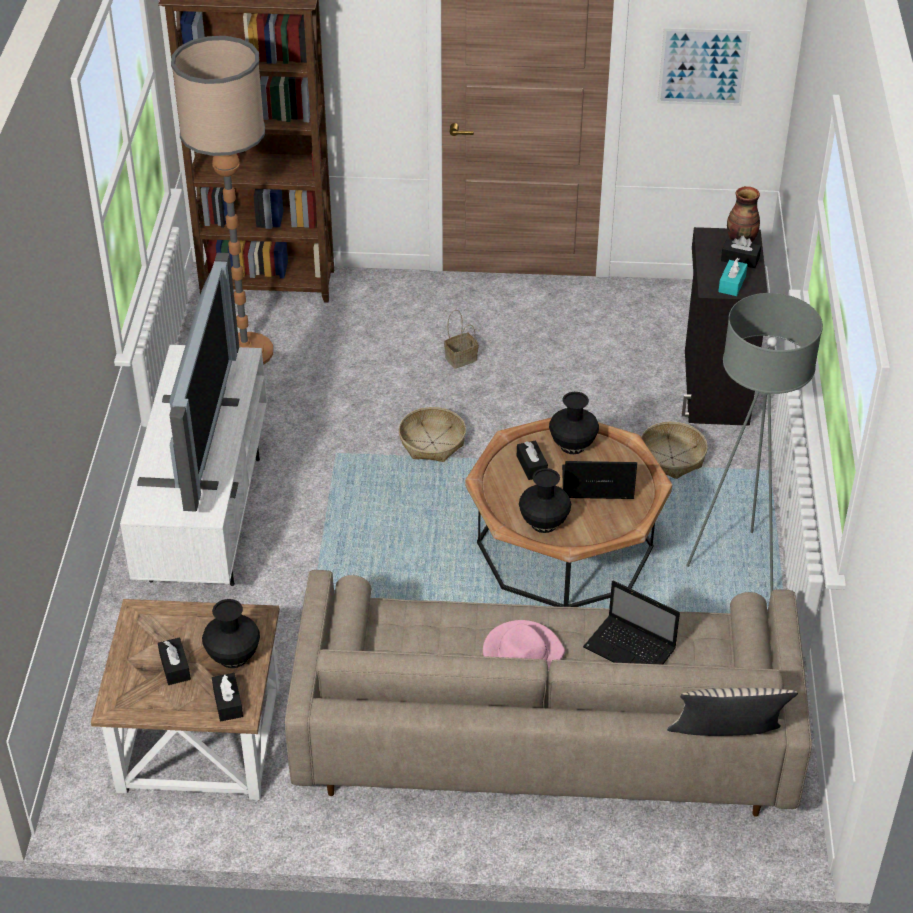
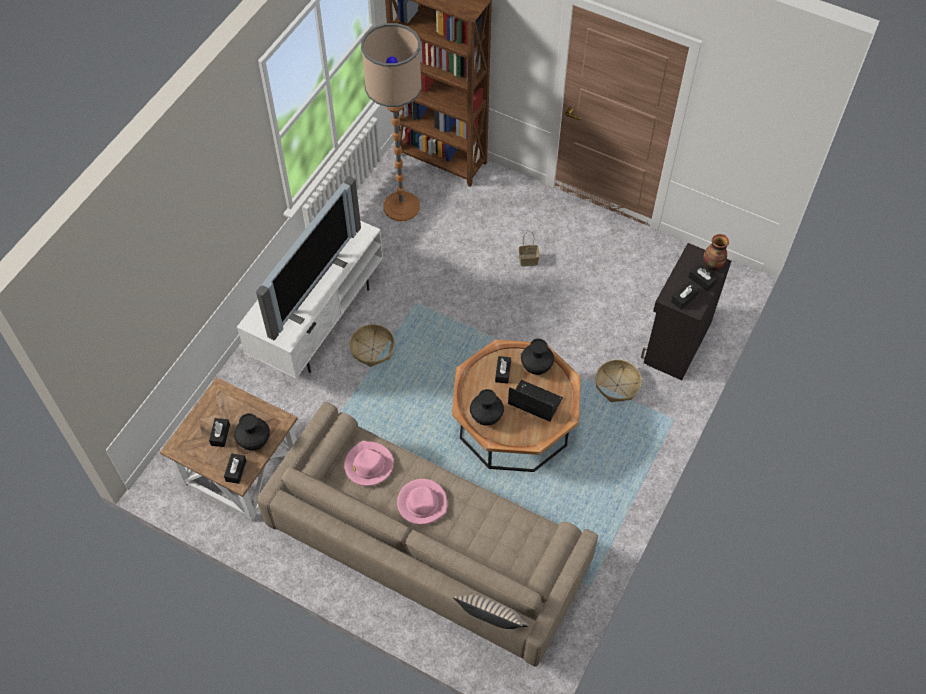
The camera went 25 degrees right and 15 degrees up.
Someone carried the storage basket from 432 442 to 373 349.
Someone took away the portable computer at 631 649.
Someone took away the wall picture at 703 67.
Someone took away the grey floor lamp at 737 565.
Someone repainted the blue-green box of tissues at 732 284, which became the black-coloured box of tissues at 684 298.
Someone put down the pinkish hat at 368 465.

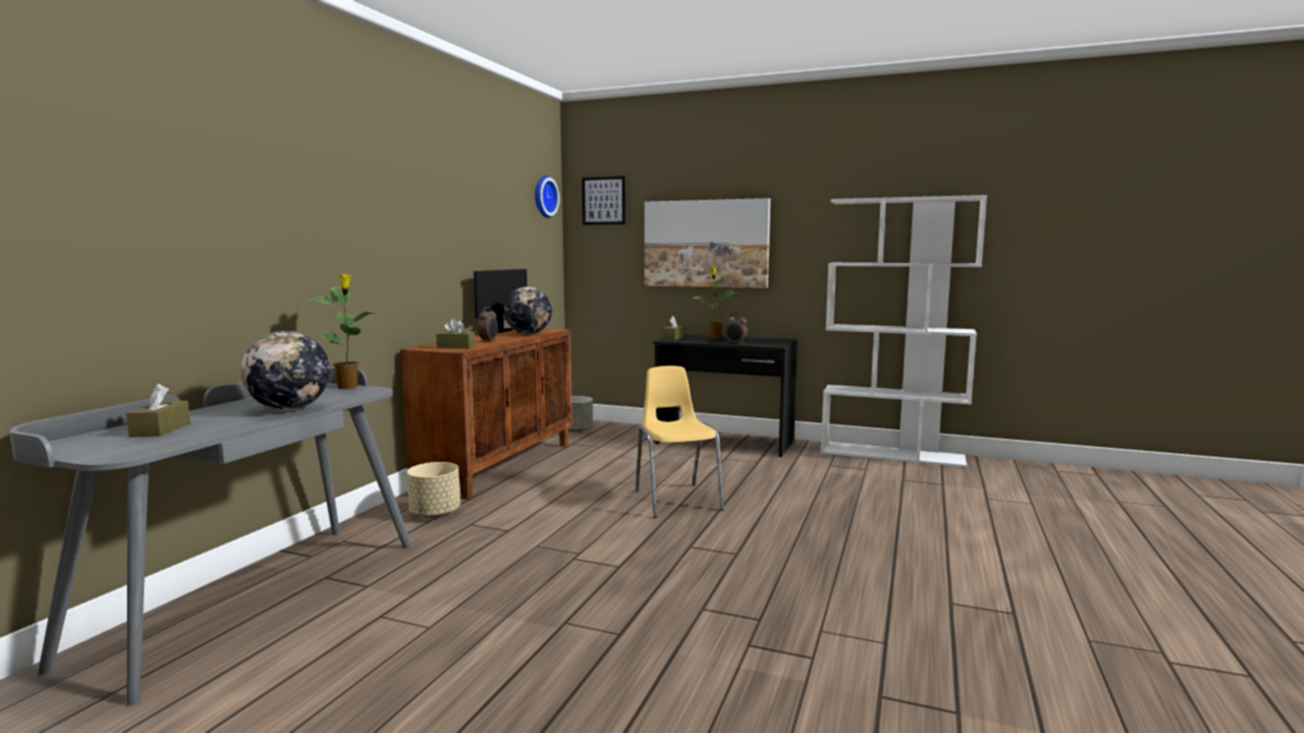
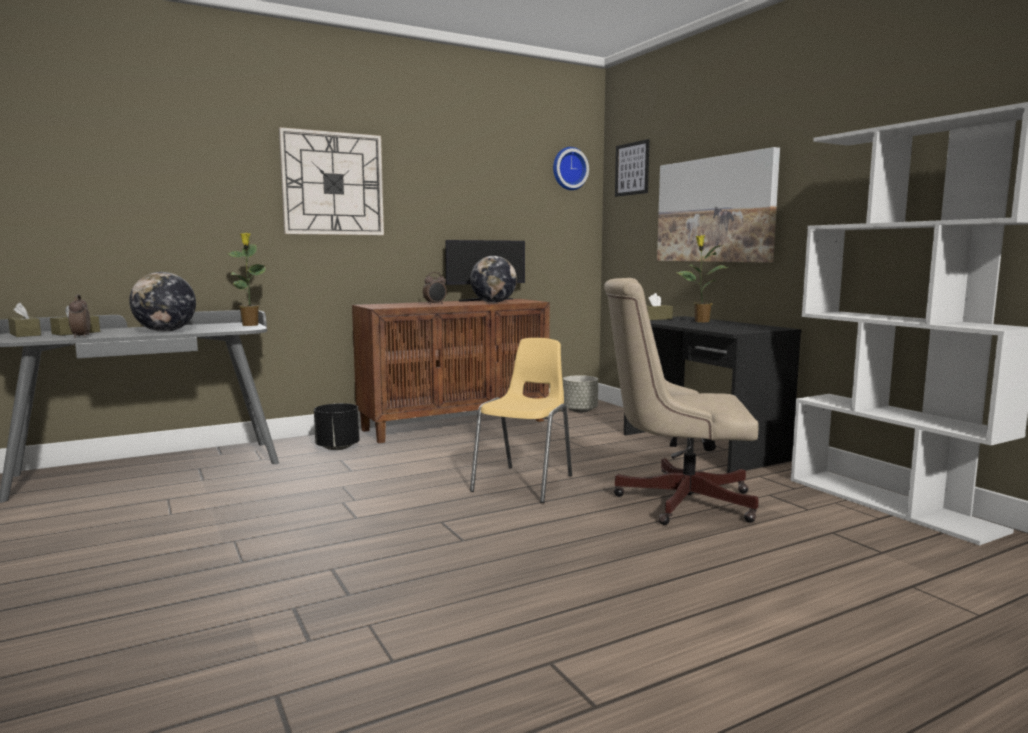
The camera went 40 degrees right and 0 degrees up.
Someone repainted the sand-coloured plant pot at 434 514, which became the black-coloured plant pot at 337 447.
Someone carried the brown box of tissues from 456 347 to 25 334.
Someone carried the table clock from 735 343 to 80 337.
Someone put up the clock on the wall at 333 184.
Someone put down the sand-coloured desk chair at 676 500.

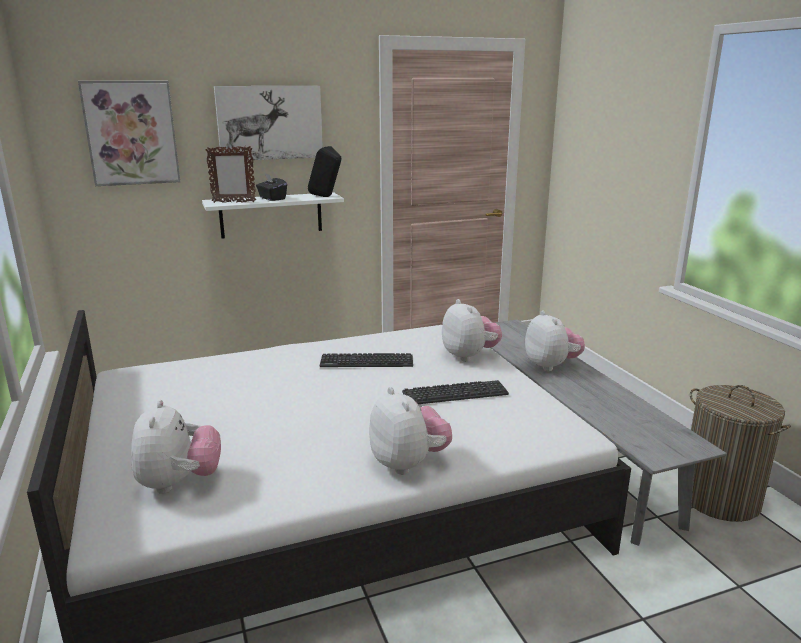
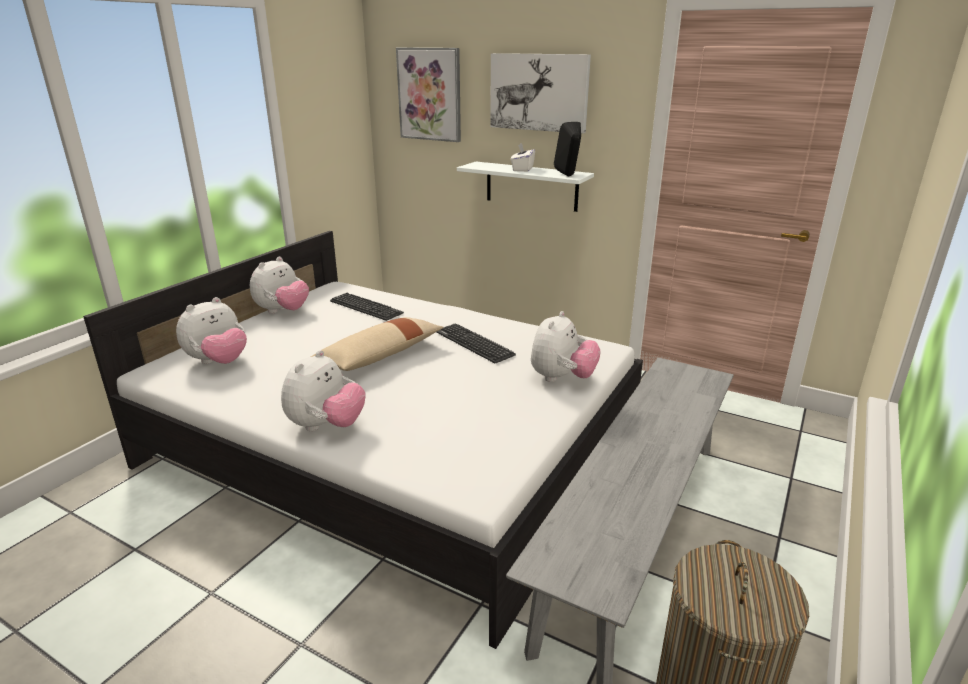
The camera went 50 degrees right and 5 degrees up.
Someone took away the photo frame at 233 202.
Someone repainted the black-coloured box of tissues at 272 198, which became the white-coloured box of tissues at 522 169.
Someone carried the keyboard from 455 393 to 366 307.
Someone carried the soft toy from 551 366 to 282 311.
Someone put down the sand-coloured throw pillow at 379 356.

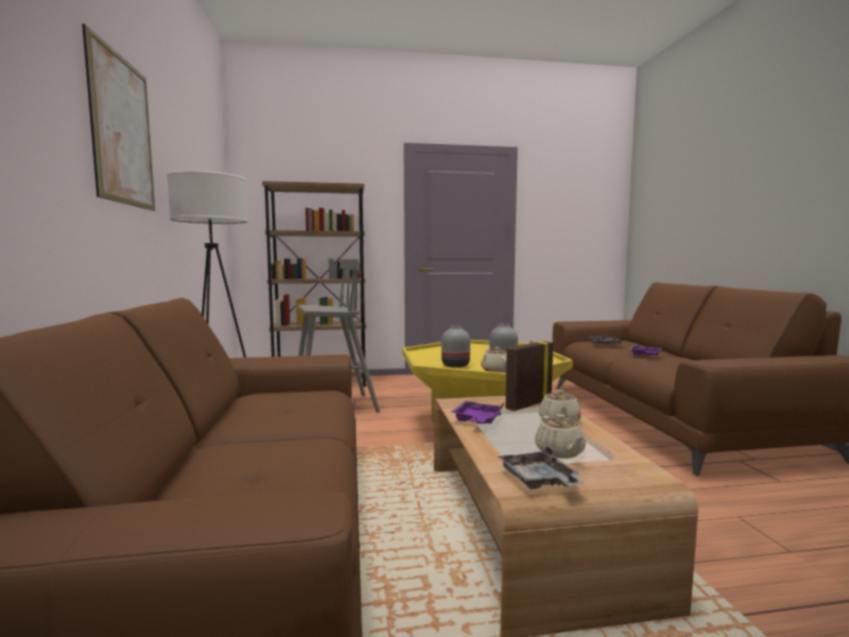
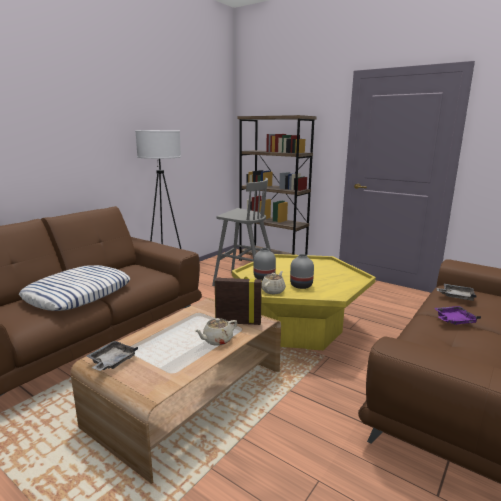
The camera went 45 degrees right and 10 degrees up.
Someone took away the wall picture at 122 130.
Someone took away the purplish serving tray at 477 420.
Someone took away the sand-coloured teapot at 560 452.
Someone put down the throw pillow at 78 294.

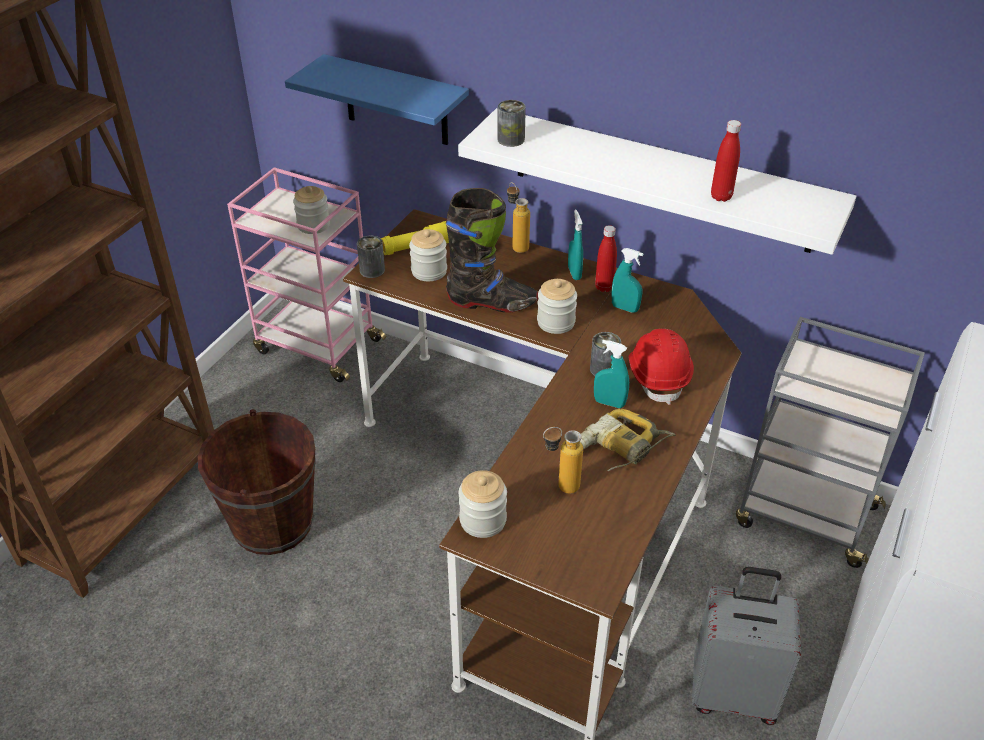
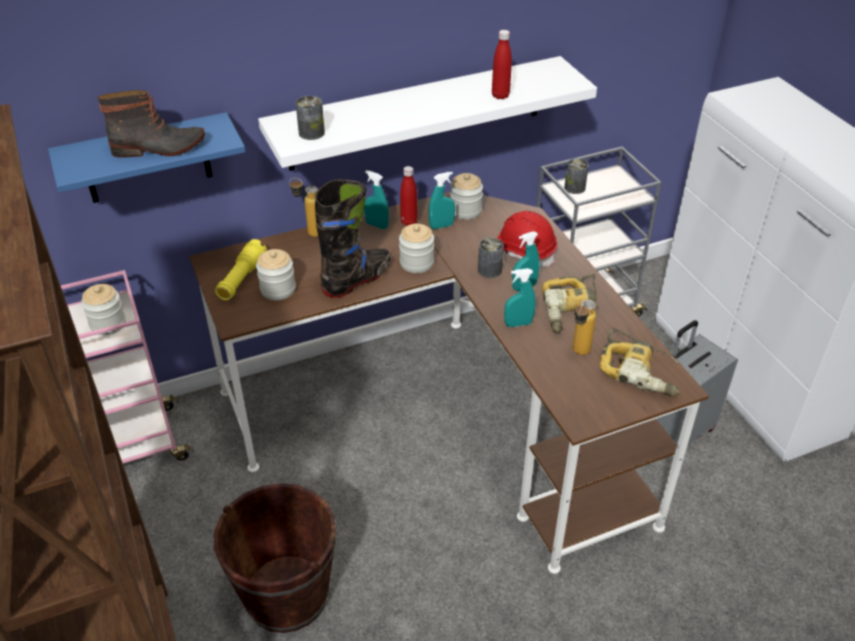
The camera went 50 degrees left and 0 degrees up.
Someone carried the sealed can from 372 270 to 574 188.
Someone carried the jar from 483 520 to 465 211.
Someone put down the boot at 159 148.
Someone put down the blue-green spray bottle at 518 324.
Someone put down the electric drill at 640 371.

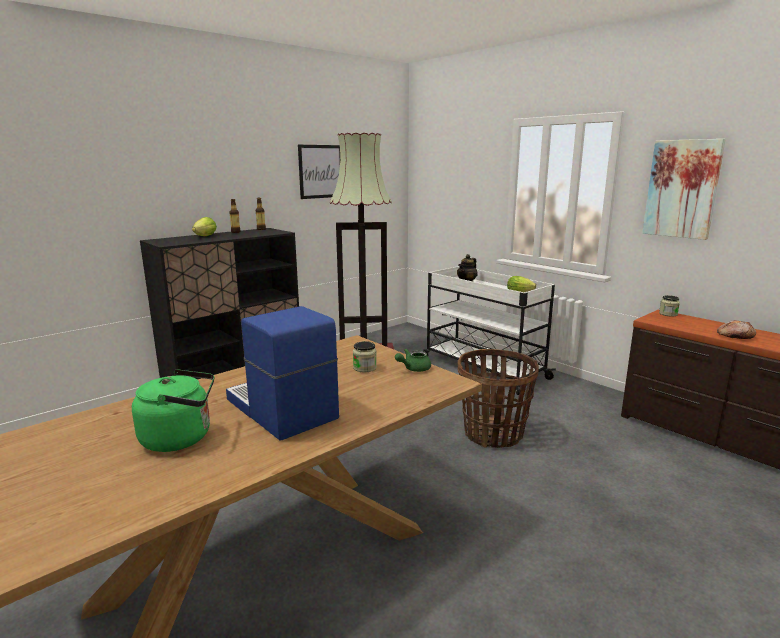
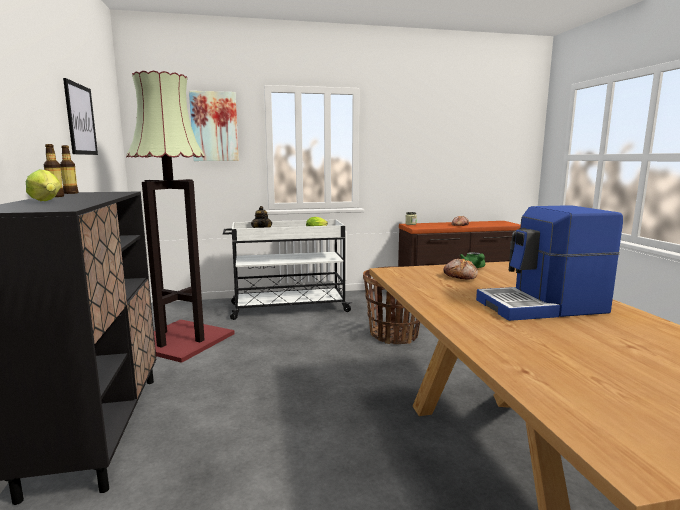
The camera went 60 degrees left and 5 degrees down.
Someone took away the green kettle at 181 438.
Someone swapped the jar at 364 368 for the bakery bread at 460 276.
Someone carried the wall picture from 682 189 to 214 127.

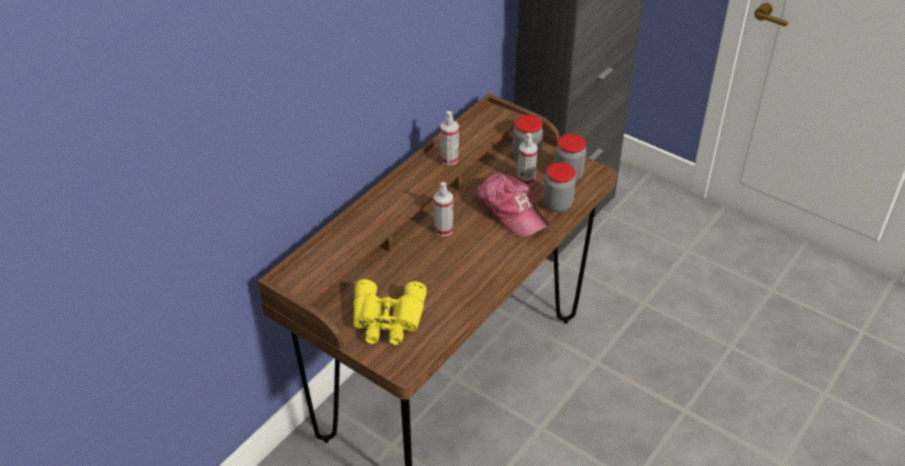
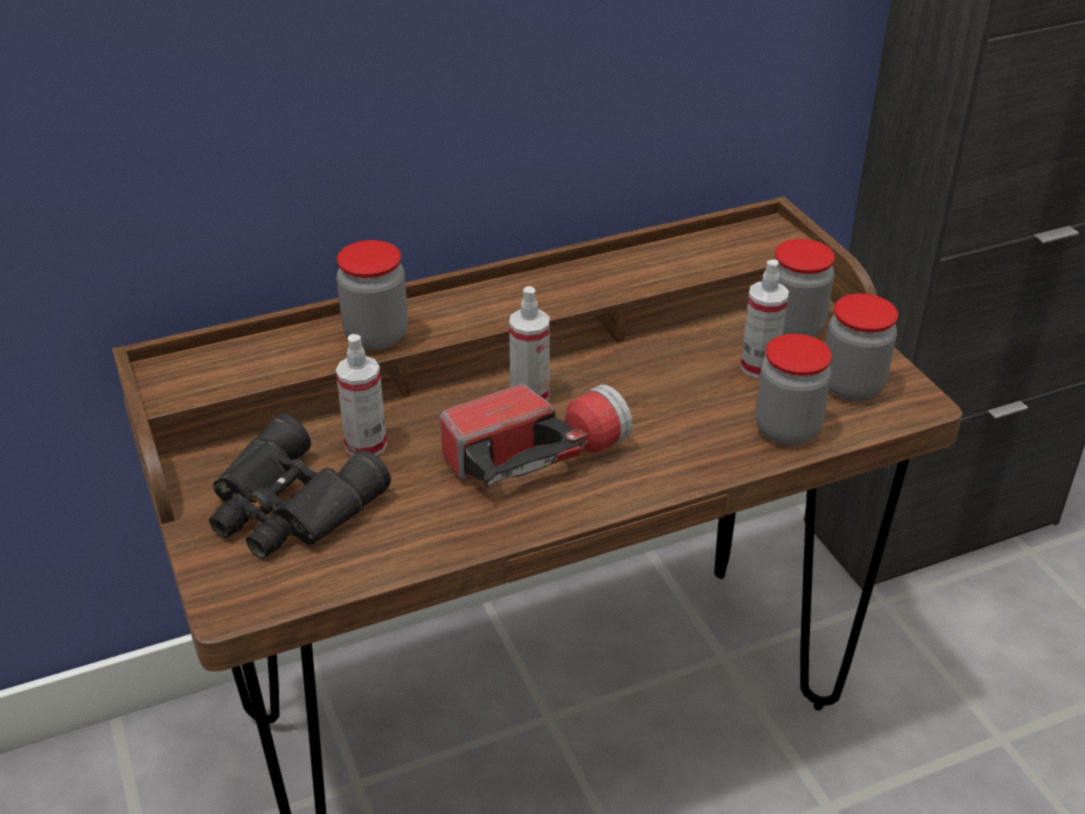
The camera went 30 degrees right and 5 degrees down.
Someone repainted the yellowish pair of binoculars at 388 320, which became the black-coloured pair of binoculars at 289 508.
Someone carried the spray bottle from 449 159 to 366 445.
Someone took away the peaked cap at 511 211.
Someone put down the jar at 376 336.
Someone put down the torch at 535 455.

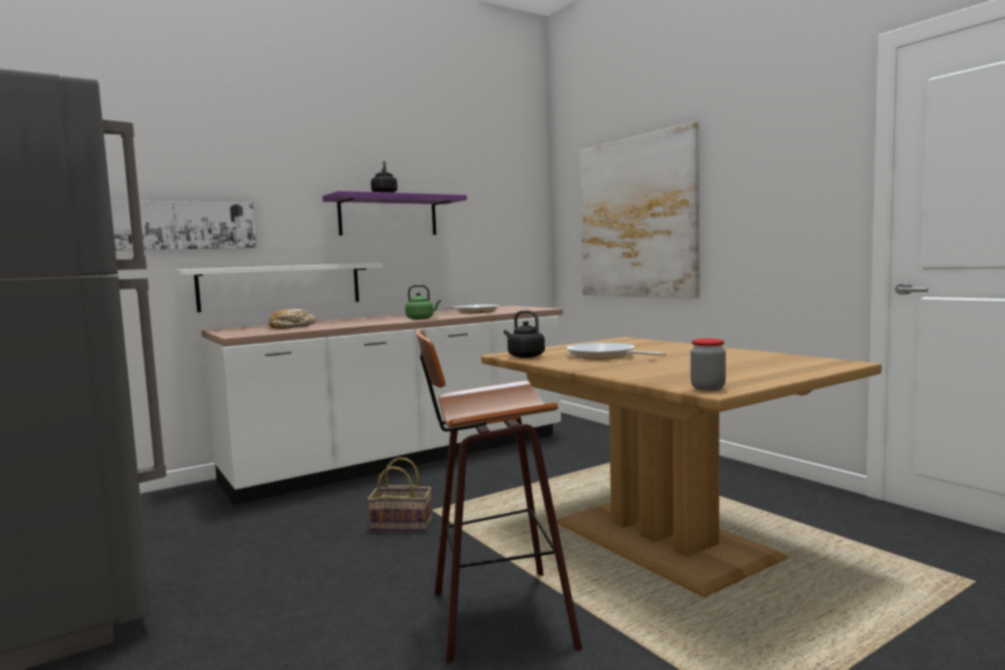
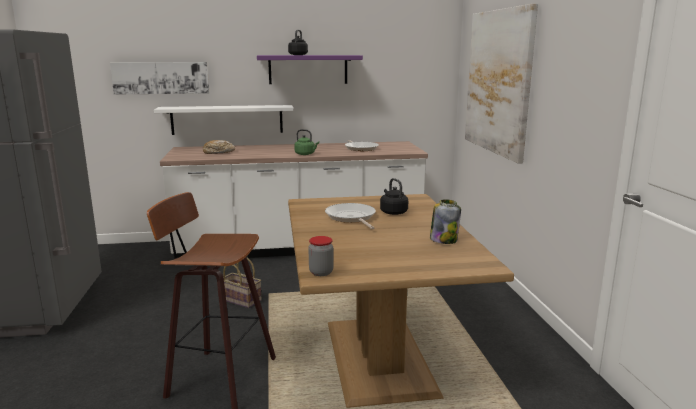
The camera went 25 degrees right and 10 degrees up.
Someone carried the black-coloured kettle from 524 356 to 393 212.
Someone put down the jar at 443 240.

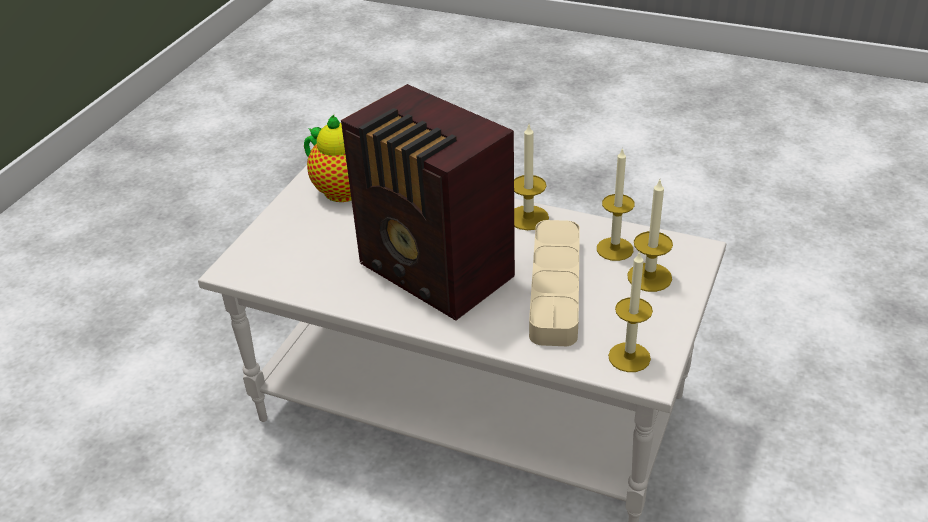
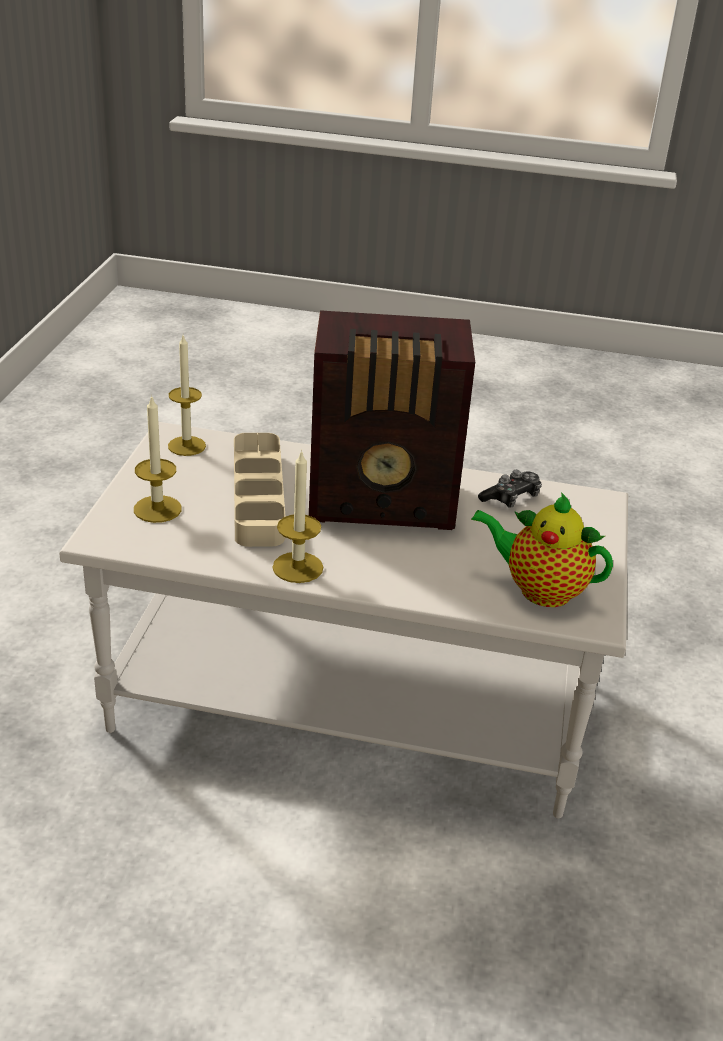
The camera went 165 degrees right and 5 degrees down.
Someone rotated the radio at 436 274 by 150 degrees clockwise.
Someone took away the wax candle at 614 249.
Someone put down the game controller at 511 498.

